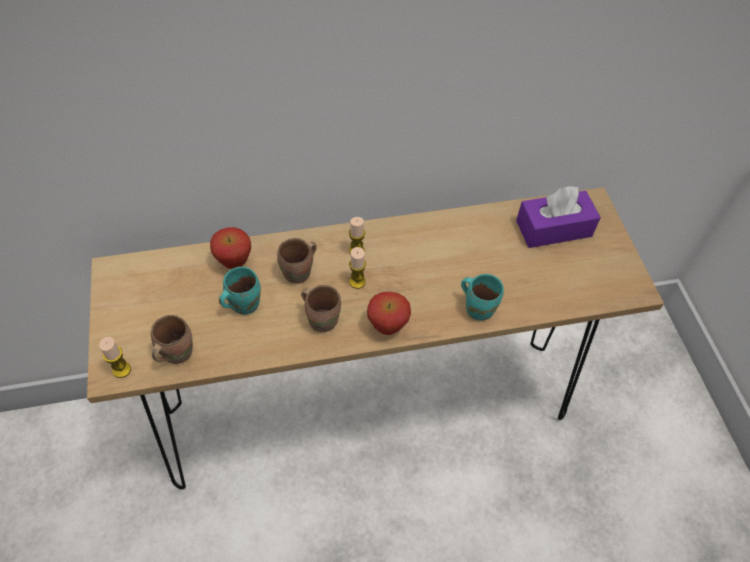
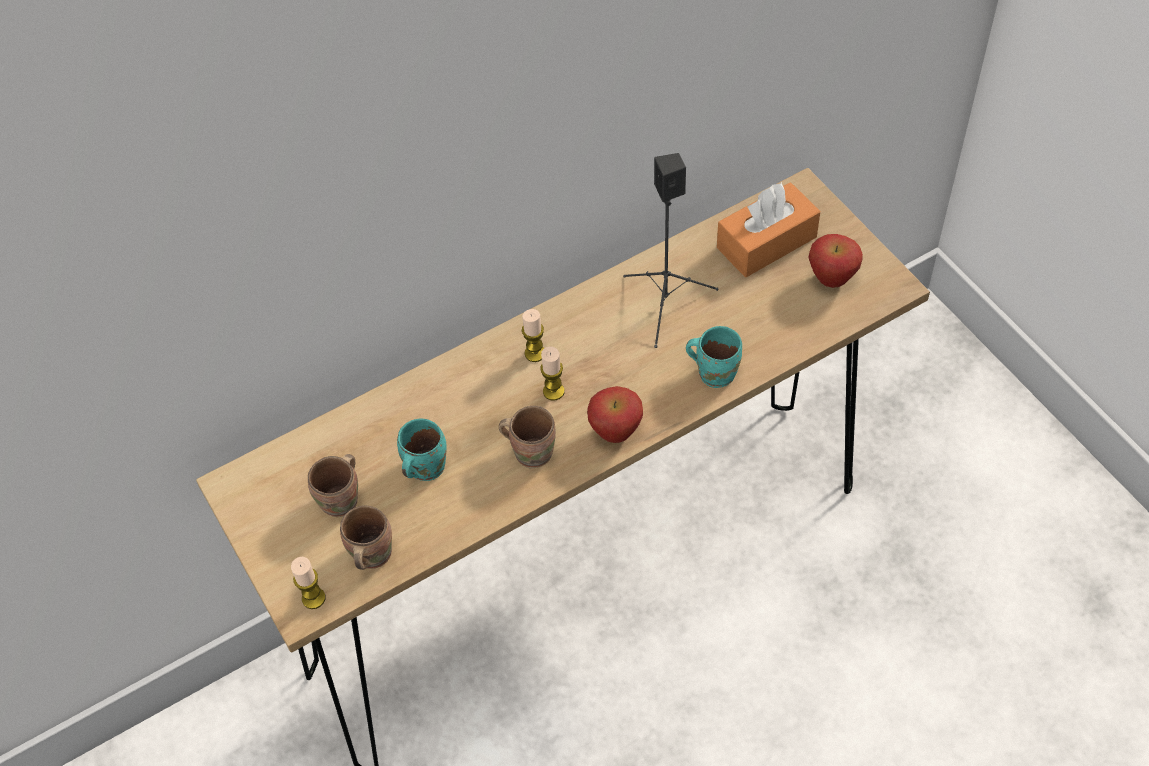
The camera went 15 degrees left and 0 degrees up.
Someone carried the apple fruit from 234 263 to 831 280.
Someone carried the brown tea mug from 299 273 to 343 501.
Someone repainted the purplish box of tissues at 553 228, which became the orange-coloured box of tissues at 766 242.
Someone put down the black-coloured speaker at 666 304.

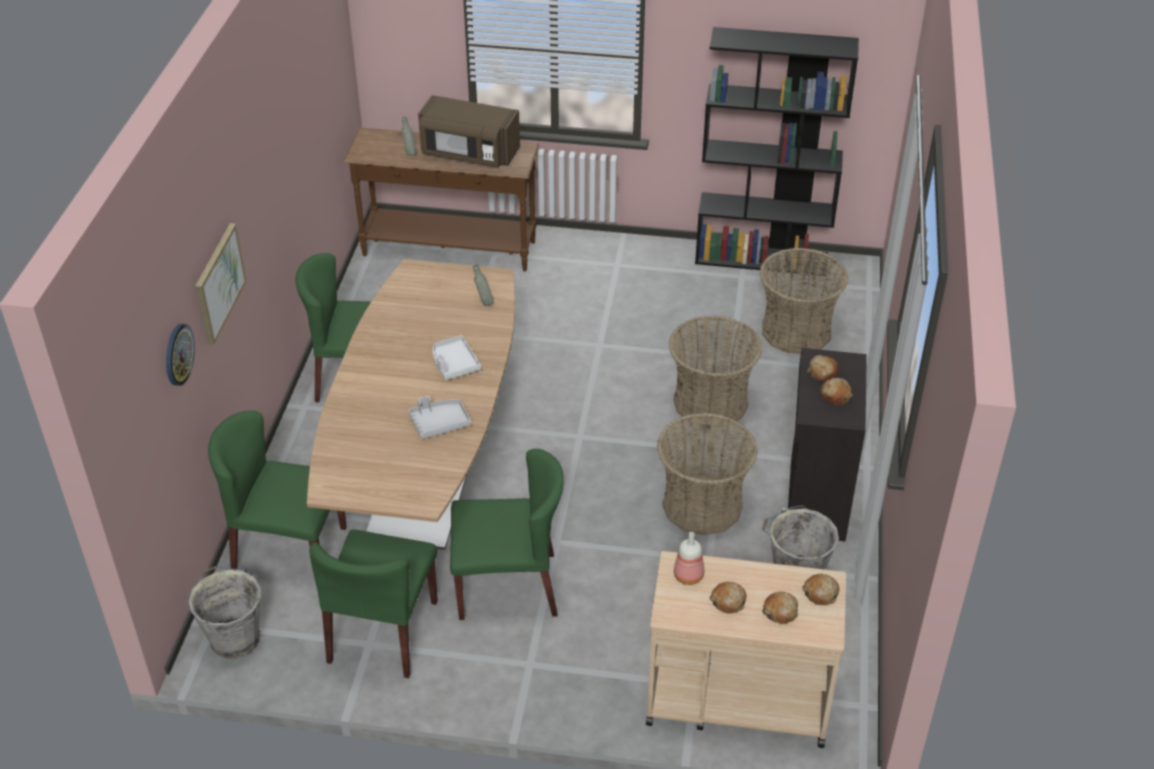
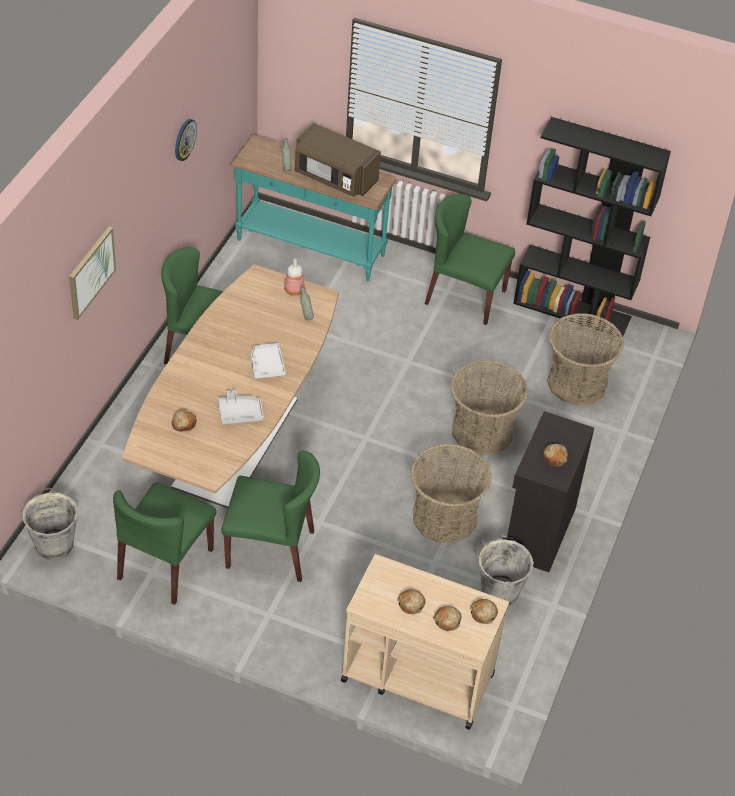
The camera went 10 degrees right and 5 degrees up.
Someone carried the clock on the wall from 178 354 to 184 139.
Someone carried the green chair from 288 548 to 464 297.
Someone repainted the brown narrow table at 448 249, which became the blue-green narrow table at 310 248.
Someone carried the beverage bottle from 689 576 to 295 290.
Someone carried the bakery bread from 822 372 to 183 423.

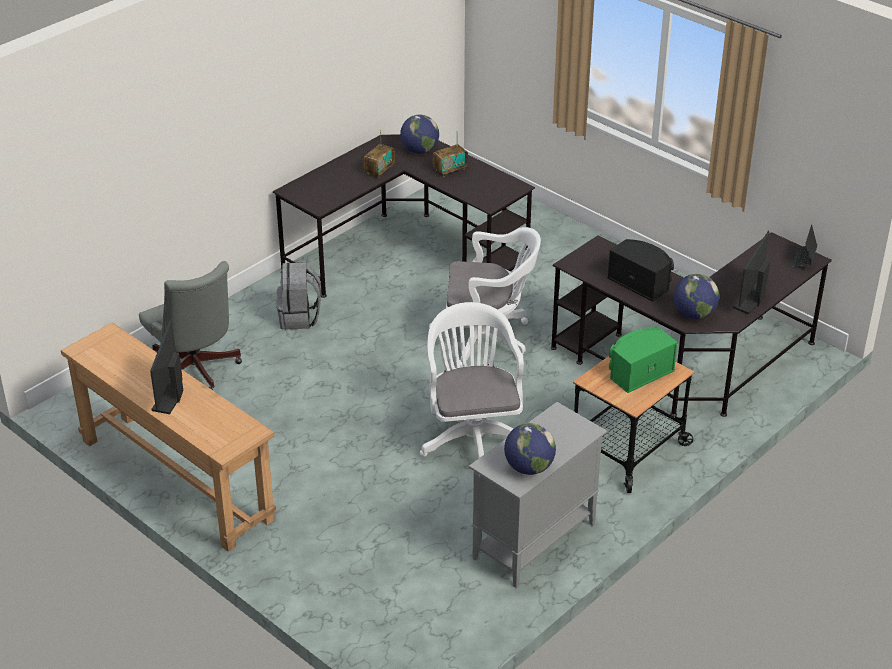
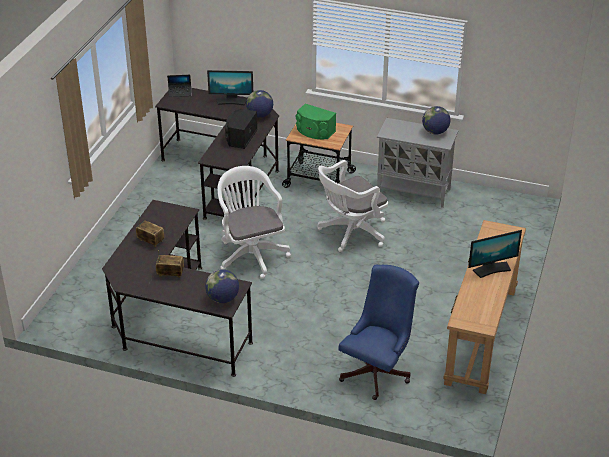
The camera went 115 degrees left and 0 degrees up.
Someone repainted the grey desk chair at 196 372, which became the blue desk chair at 378 371.
Someone took away the grey knapsack at 299 318.
Someone carried the globe from 419 151 to 223 299.

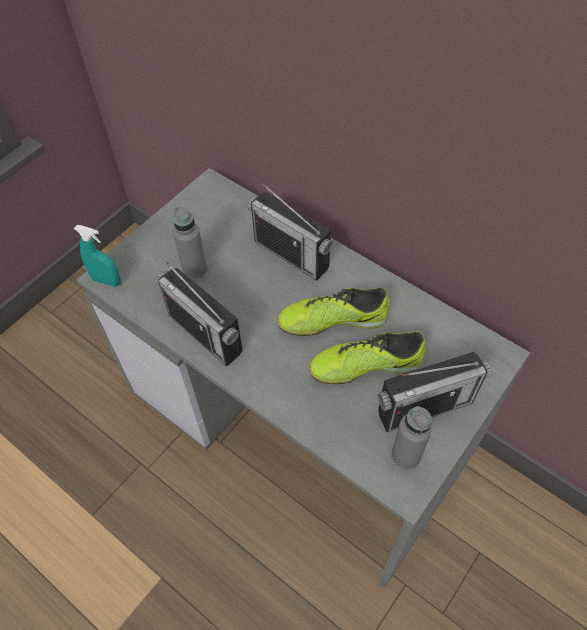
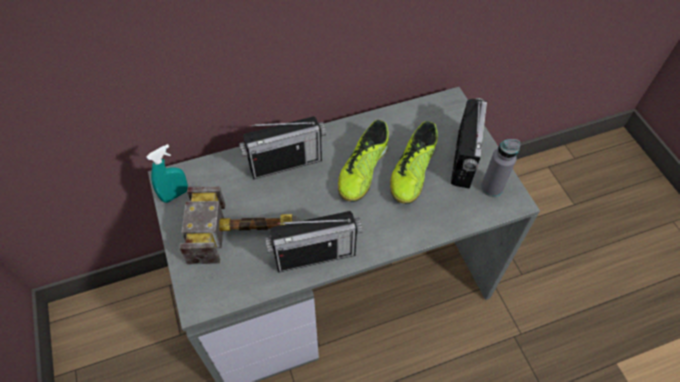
The camera went 60 degrees left and 0 degrees up.
Someone carried the blue-green spray bottle from 107 281 to 175 195.
Someone swapped the grey beverage bottle at 195 269 for the tool hammer at 247 232.

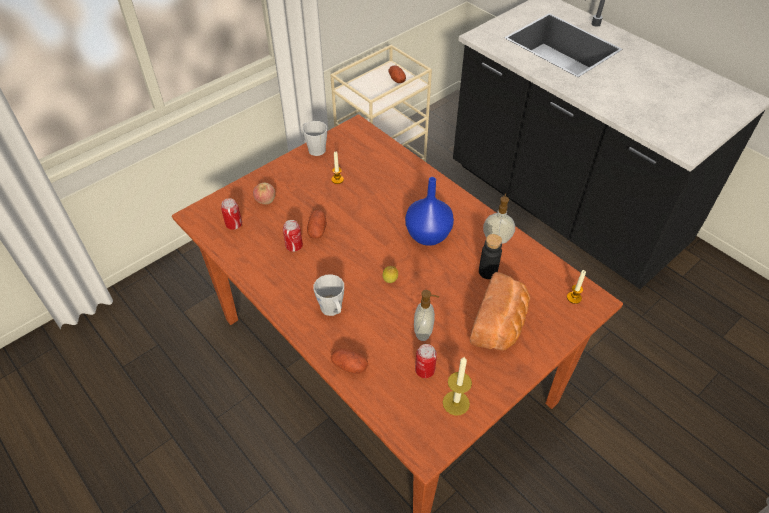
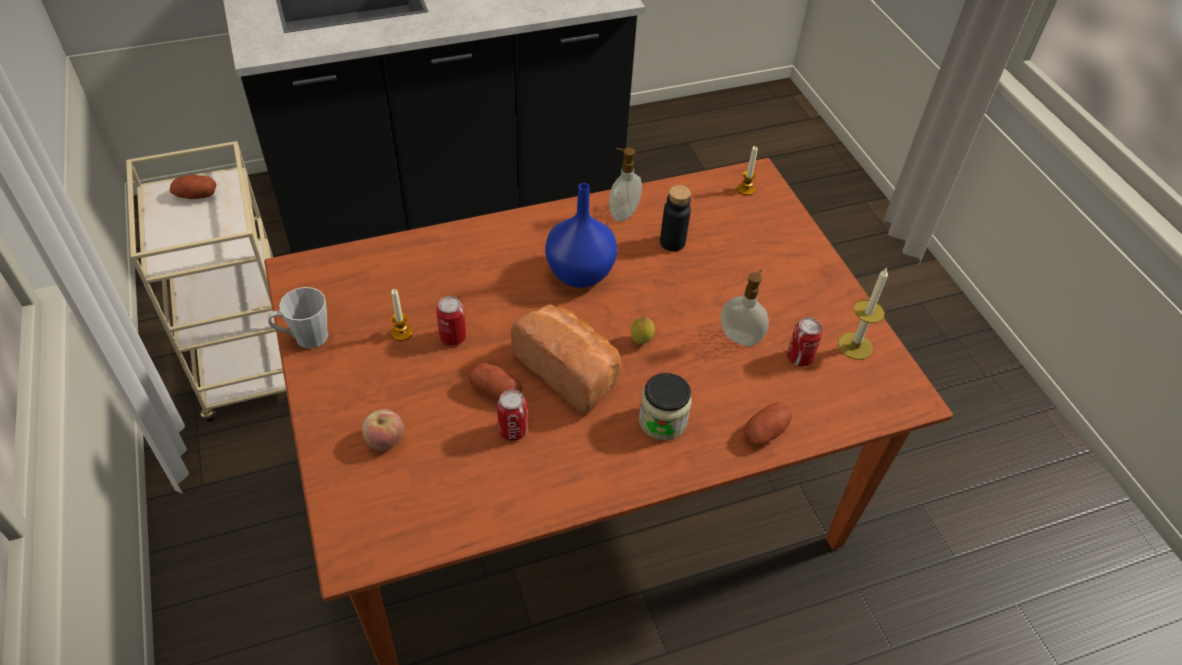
The camera went 70 degrees left and 0 degrees up.
Someone carried the sealed can from 234 224 to 453 337.
Someone swapped the grey tea mug at 332 310 for the jar at 662 421.
Someone carried the bakery bread from 500 325 to 570 370.

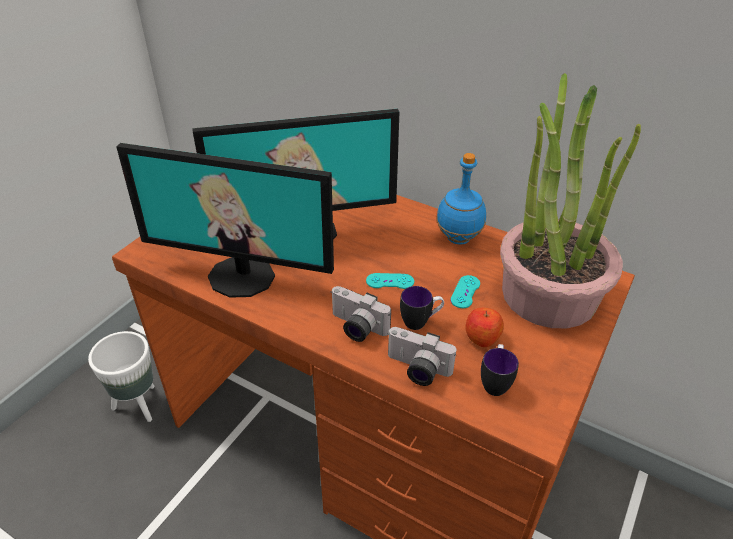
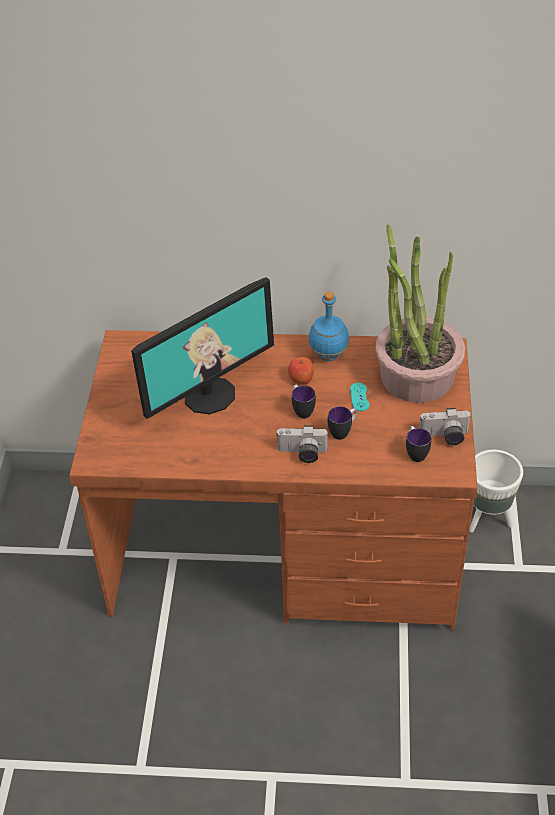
The camera went 25 degrees left and 5 degrees up.
Someone carried the white-coloured plant pot from 138 405 to 487 519.
Someone took away the computer screen at 242 276.
Someone swapped the blue-green game controller at 390 281 for the tea mug at 301 410.
Someone carried the photo camera from 416 370 to 444 437.
Someone carried the apple fruit from 482 337 to 301 378.

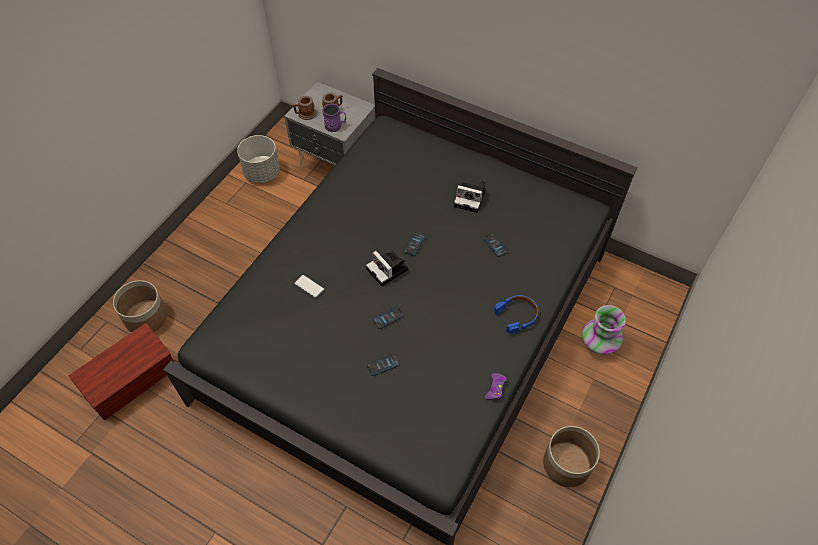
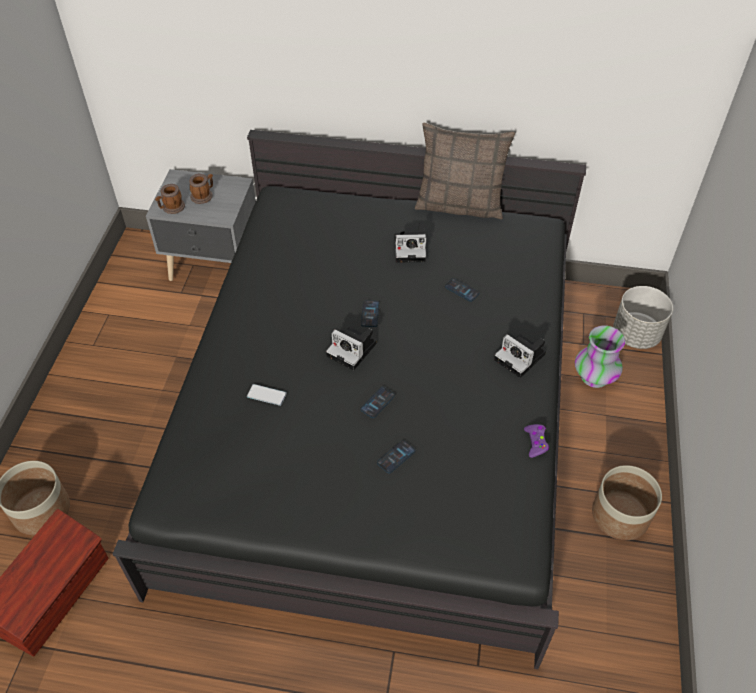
The camera went 20 degrees left and 5 degrees down.
Someone carried the grey plant pot from 262 173 to 635 335.
Someone took away the purplish tea mug at 335 126.
Someone swapped the blue headset at 517 315 for the photo camera at 521 357.
Someone put down the throw pillow at 460 205.

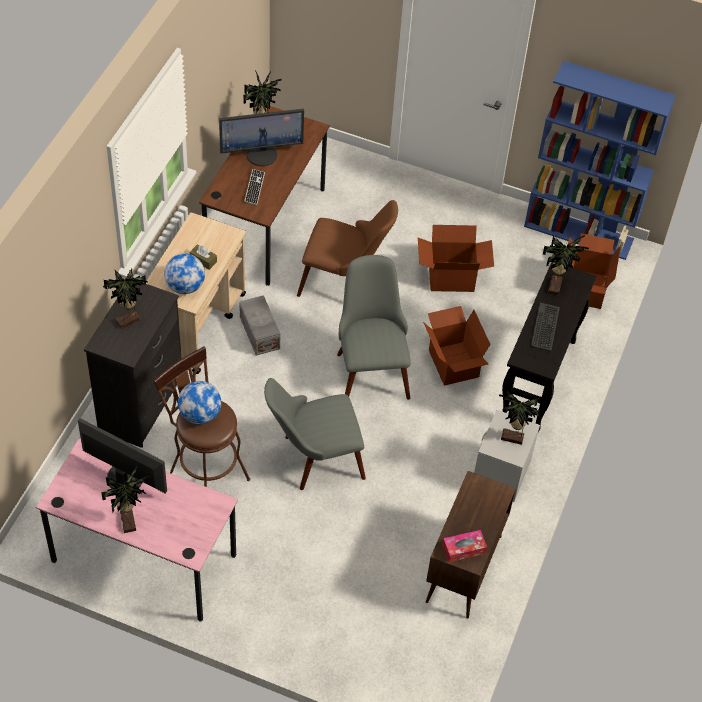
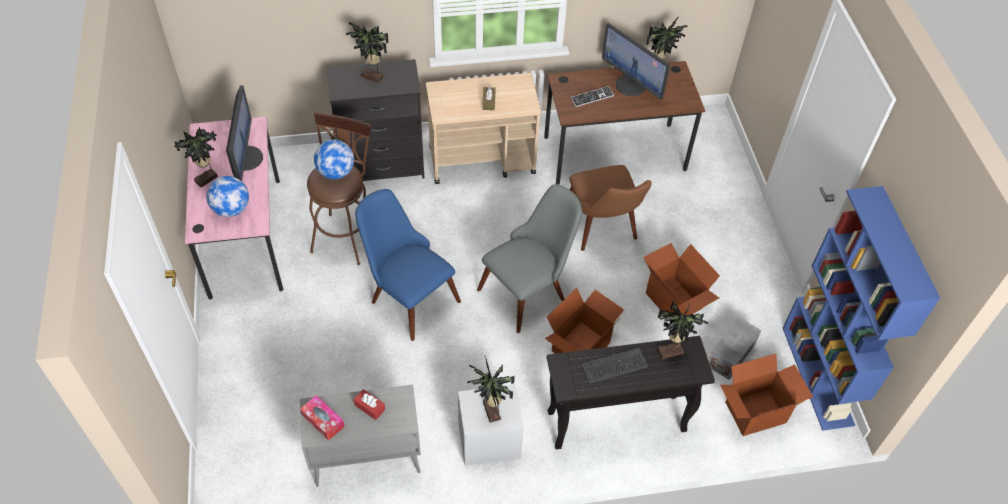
The camera went 60 degrees right and 0 degrees up.
Someone carried the globe from 185 286 to 231 209.
Someone carried the grey storage container from 259 333 to 729 355.
Someone repainted the grey chair at 313 459, which became the blue chair at 407 295.
Someone repainted the brown cabinet at 463 570, which became the grey cabinet at 365 459.
Someone put down the red box of tissues at 369 407.

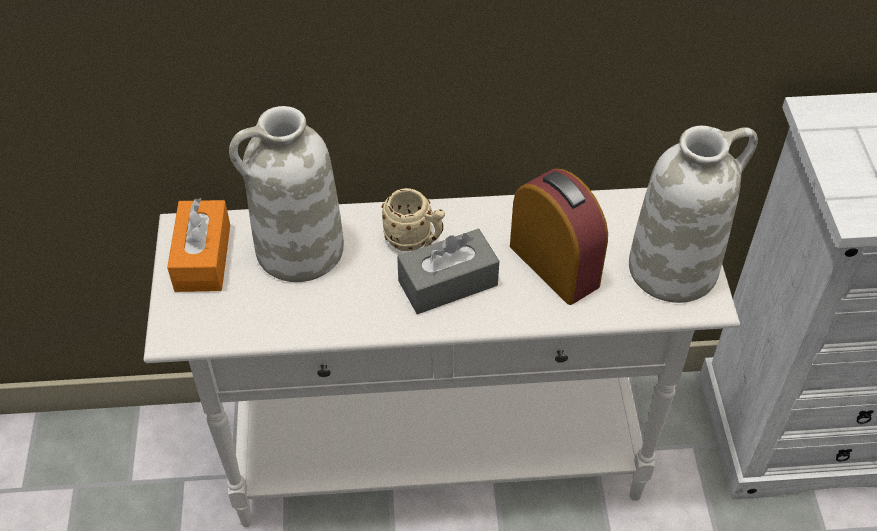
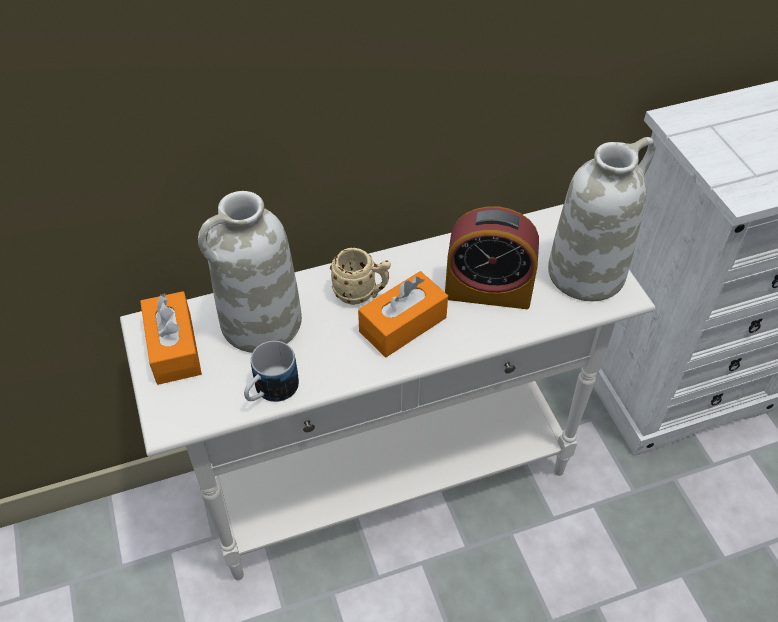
The camera went 15 degrees left and 0 degrees up.
Someone repainted the grey box of tissues at 448 283, which became the orange-coloured box of tissues at 403 324.
Someone rotated the table clock at 554 265 by 150 degrees clockwise.
Someone put down the tea mug at 270 391.

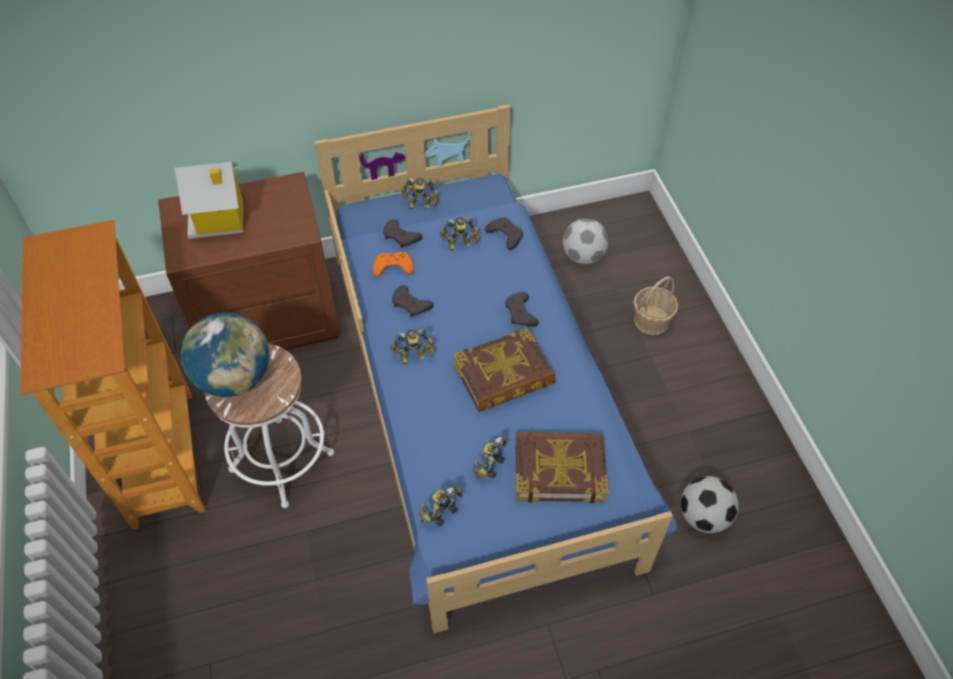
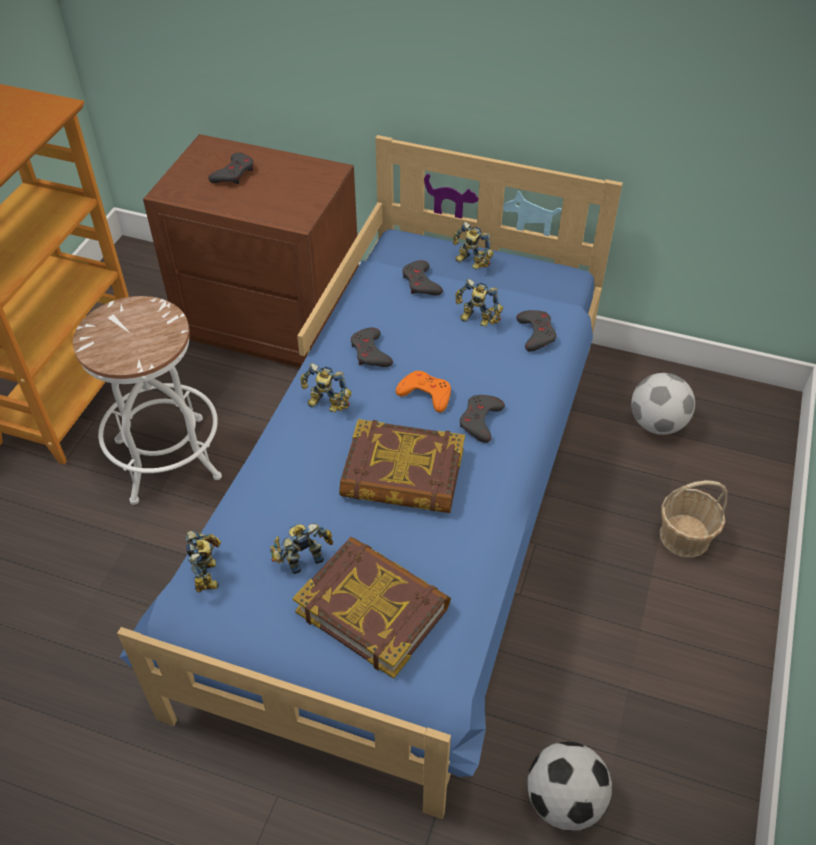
The camera went 35 degrees right and 5 degrees down.
Someone swapped the toy house at 219 220 for the grey game controller at 234 173.
Someone took away the globe at 235 378.
Someone carried the orange-coloured game controller from 393 267 to 425 394.
Someone rotated the toy robot at 441 511 by 90 degrees clockwise.

